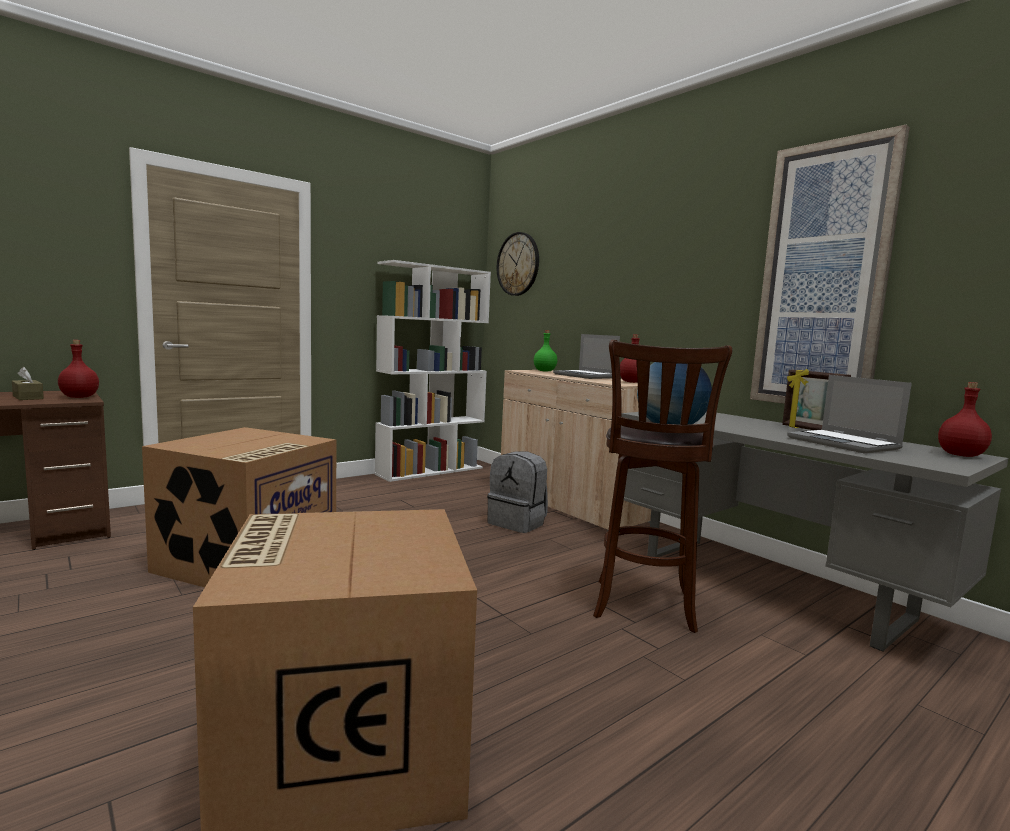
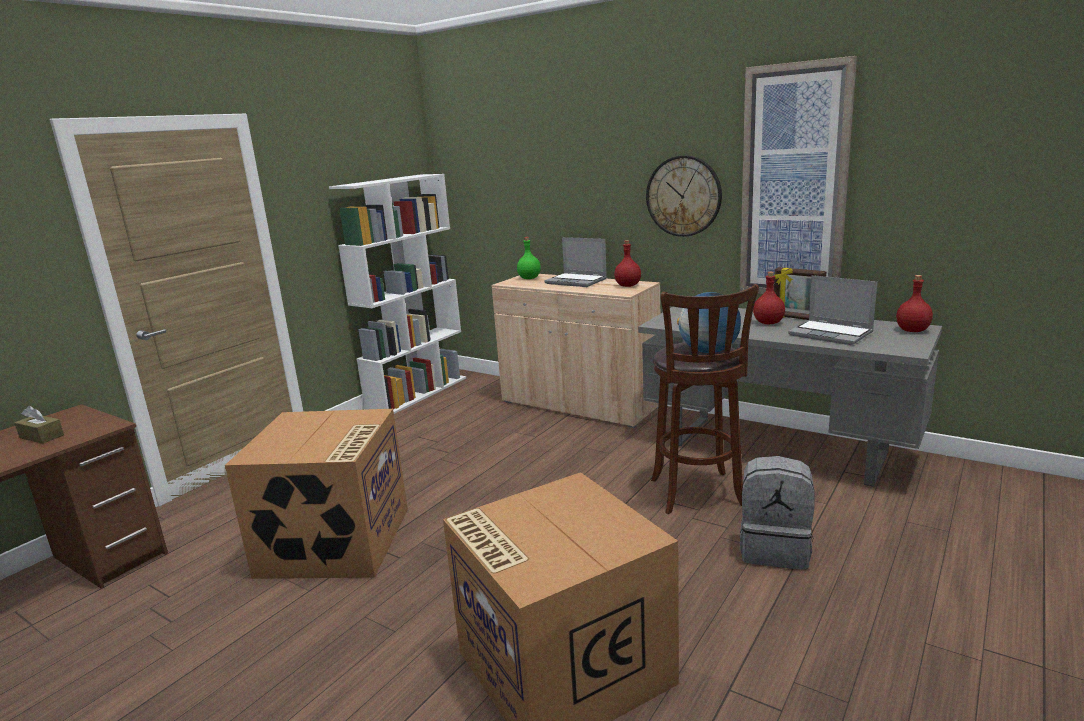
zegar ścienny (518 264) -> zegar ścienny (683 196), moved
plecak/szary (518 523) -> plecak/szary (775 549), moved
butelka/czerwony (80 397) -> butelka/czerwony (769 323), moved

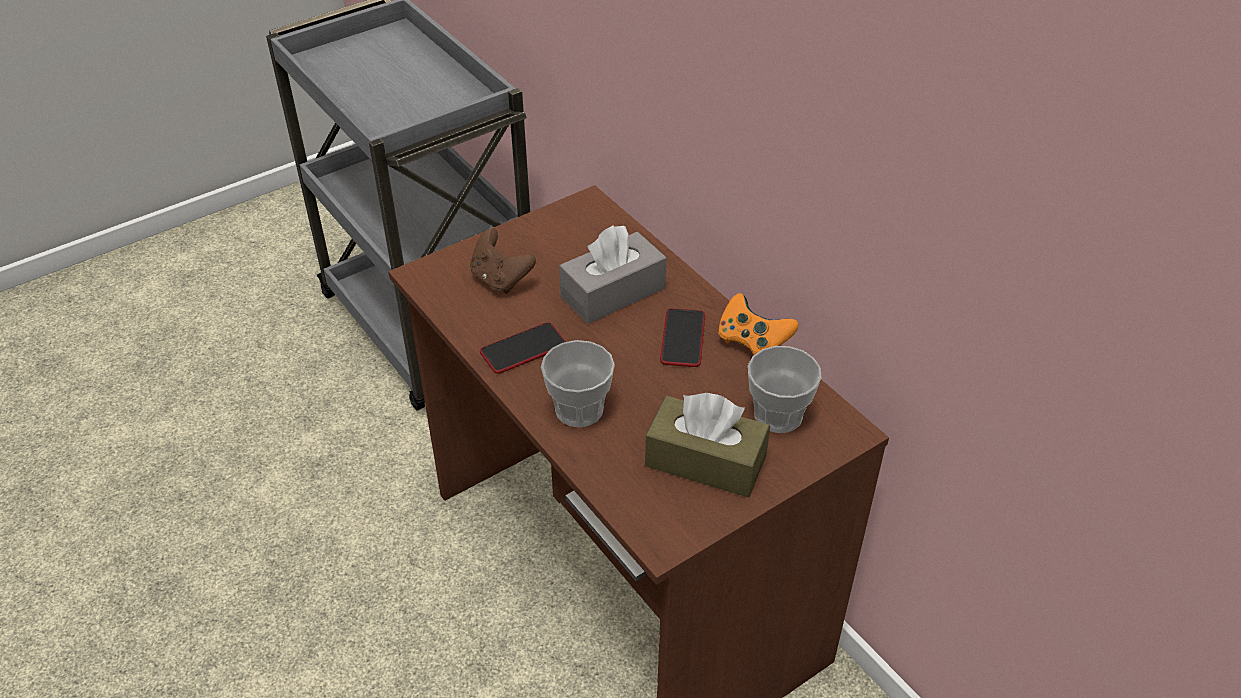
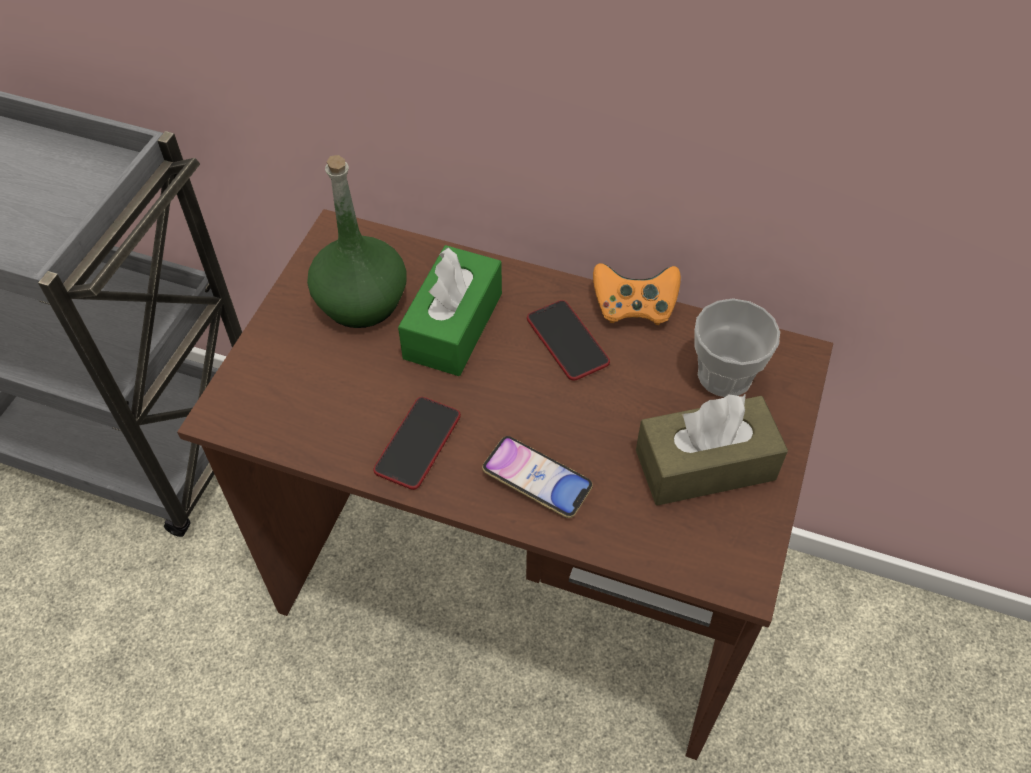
none -> butelka/zielony (362 301)
pudełko chusteczek/szary (613 292) -> pudełko chusteczek/zielony (453 325)
filiżanka (579 409) -> telefon (537 480)
pad do gier/brązowy (500 279) -> none

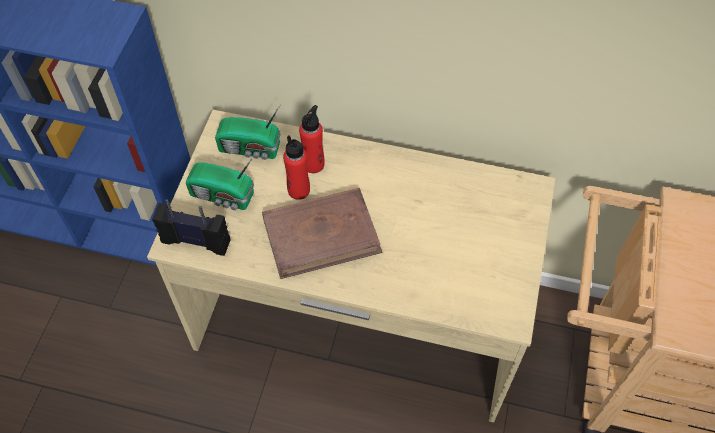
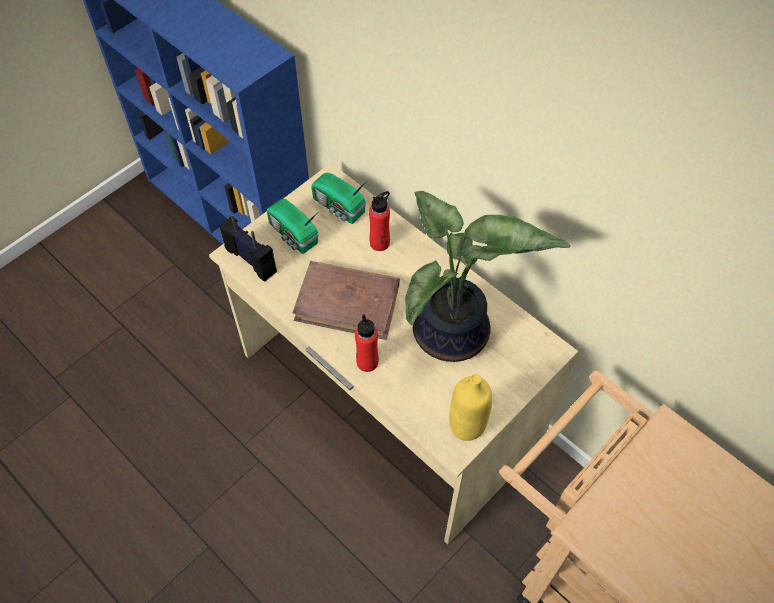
butelka/czerwony (299 190) -> butelka/czerwony (367 362), moved
none -> roślina doniczkowa (453 337)
none -> butelka/żółty (466 425)

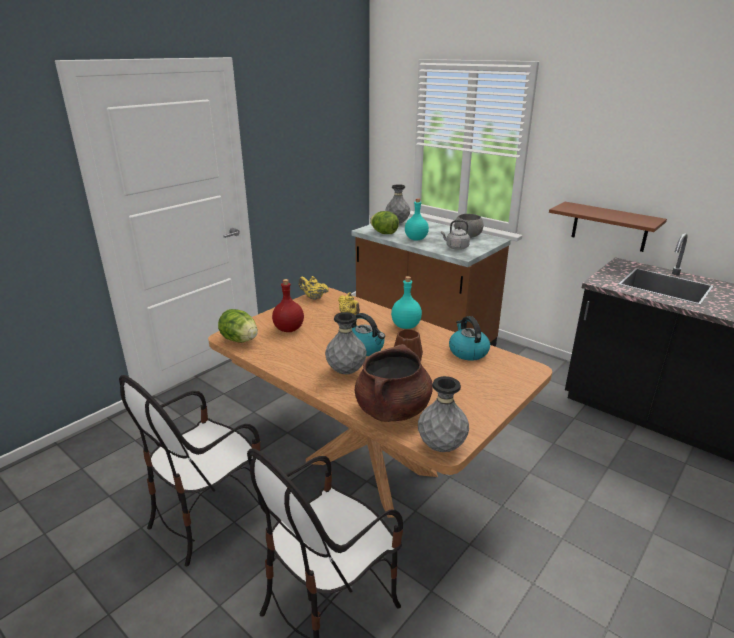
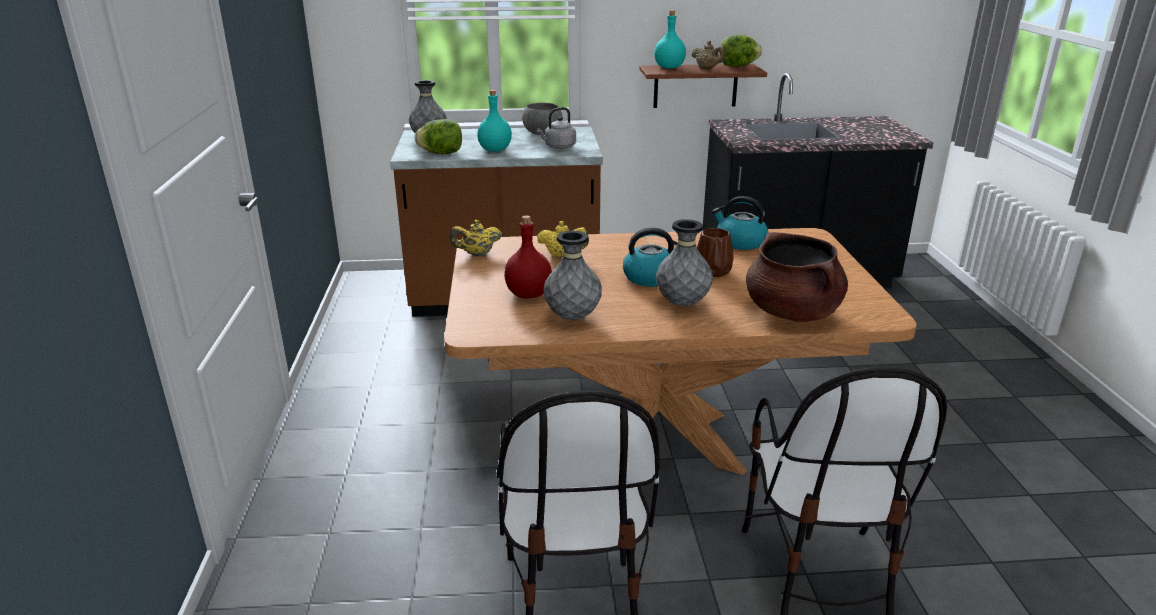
wazon/szary (441 446) -> wazon/szary (572 317), moved
butelka/turkusowy (406 326) -> butelka/turkusowy (669 67), moved
none -> imbryk/beżowy (707 68)
sałata (240 340) -> sałata (737 66), moved

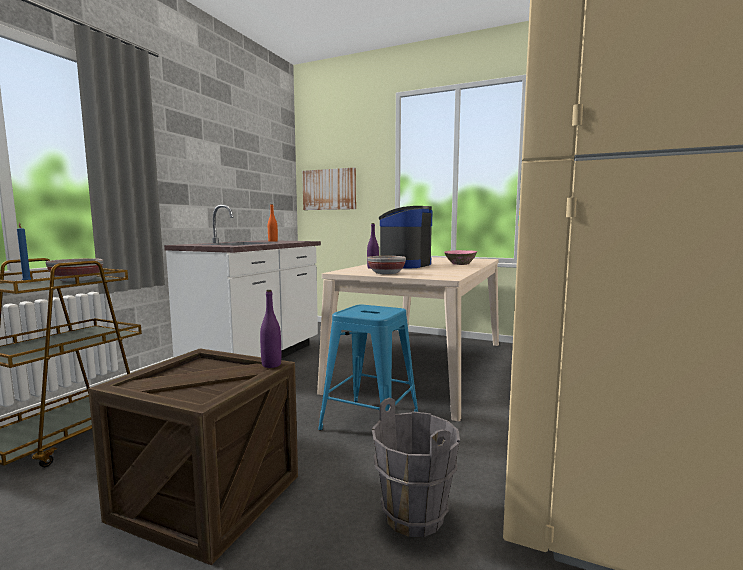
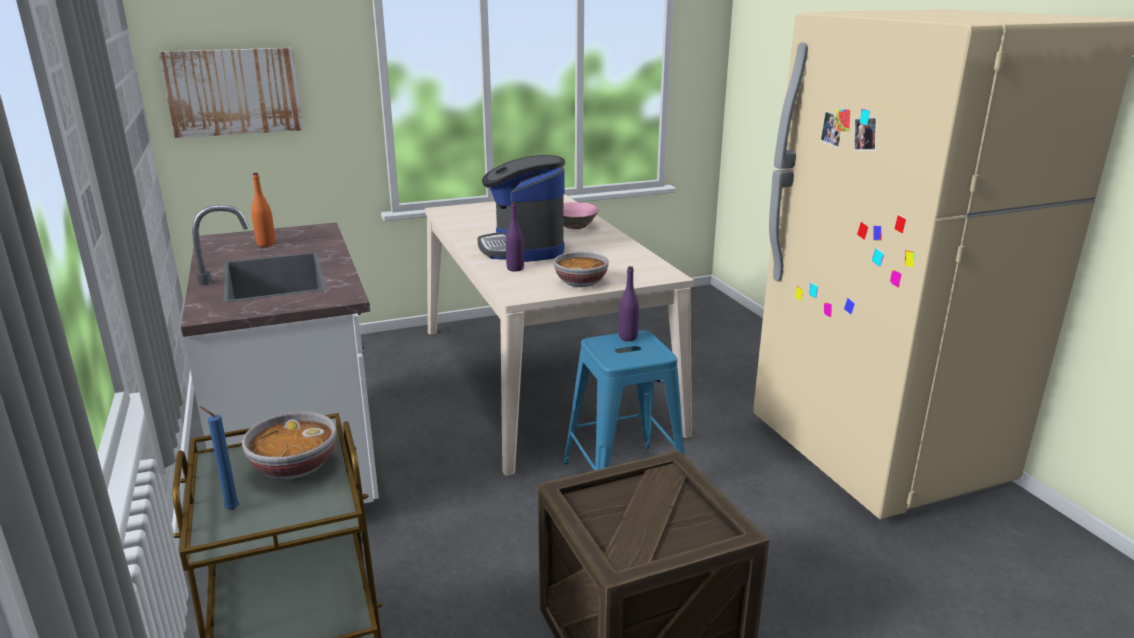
butelka/fioletowy (271 365) -> butelka/fioletowy (628 337), moved
wiadro/szary (414 515) -> none

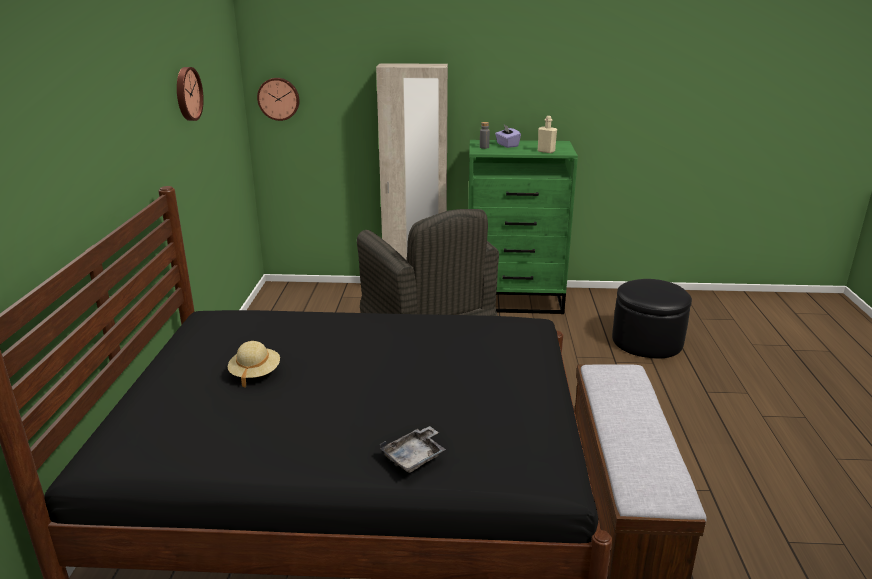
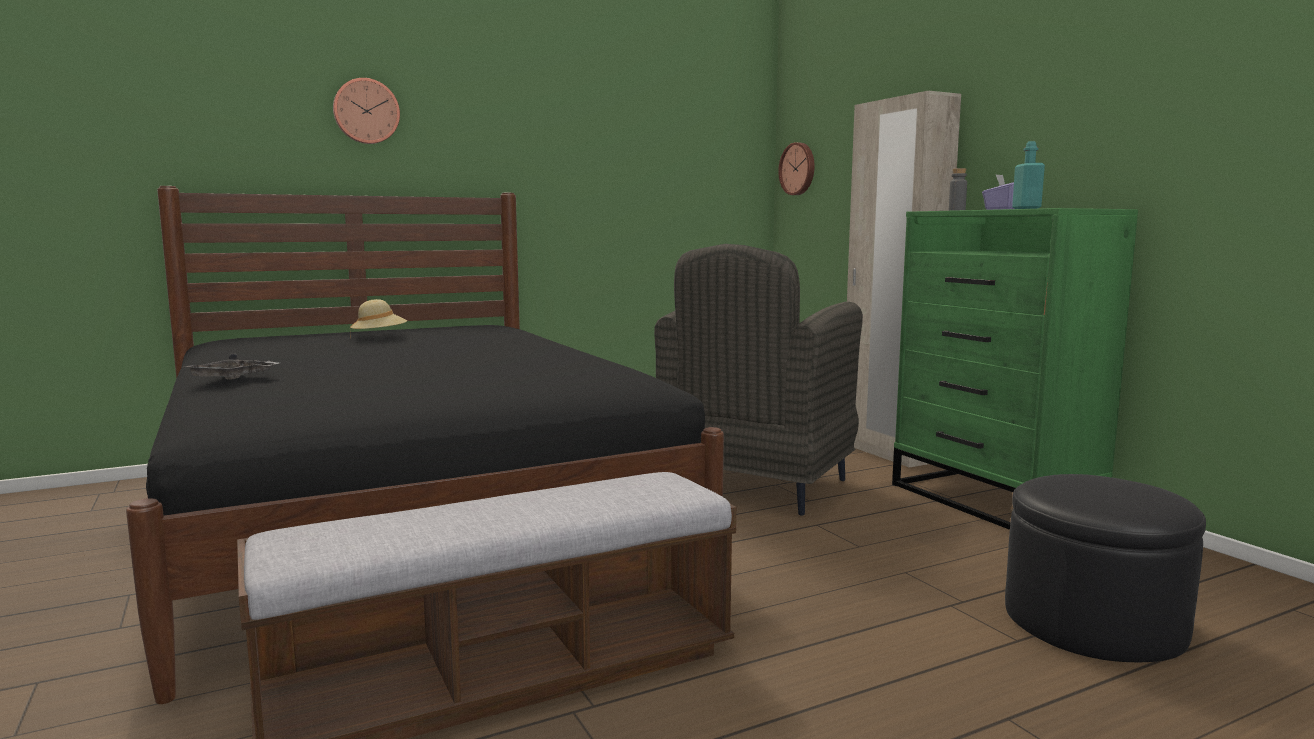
zegar ścienny (187 94) -> zegar ścienny (366 111), moved
butelka/beżowy (546 151) -> butelka/turkusowy (1026 208)

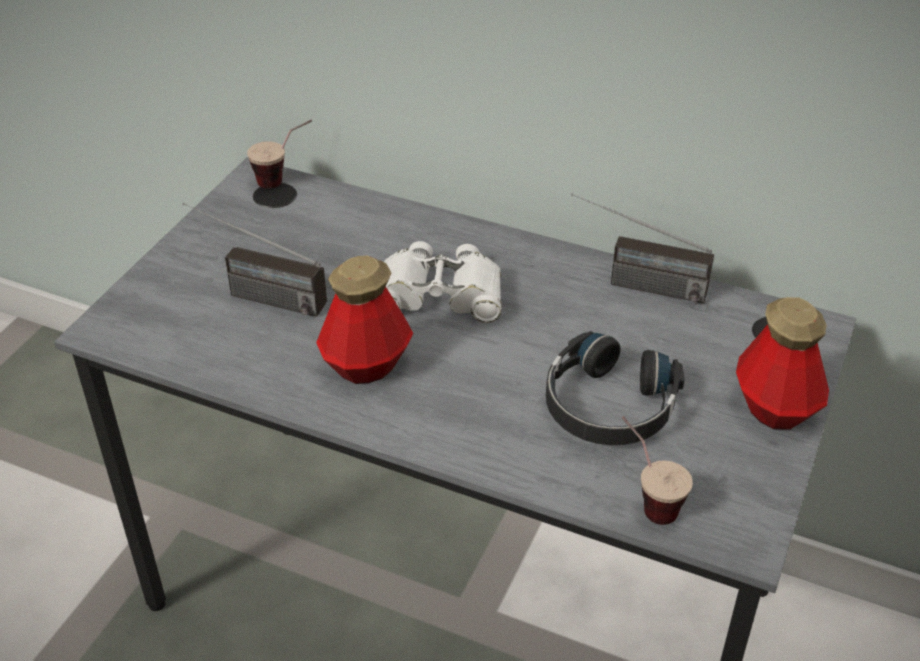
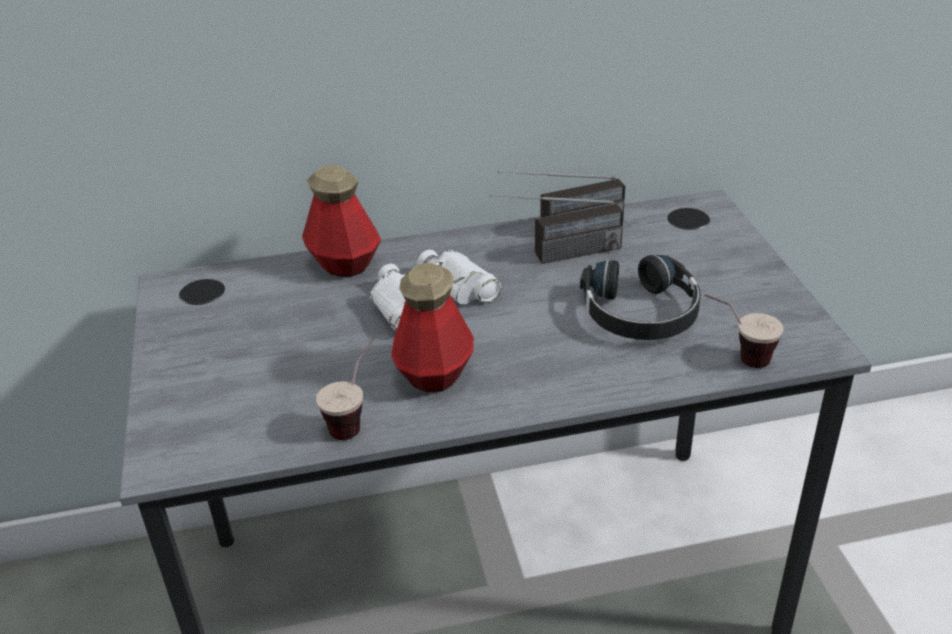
butelka (775 408) -> butelka (345 264), moved
filiżanka (284 179) -> filiżanka (356 419), moved
radio (254 295) -> radio (557 256), moved

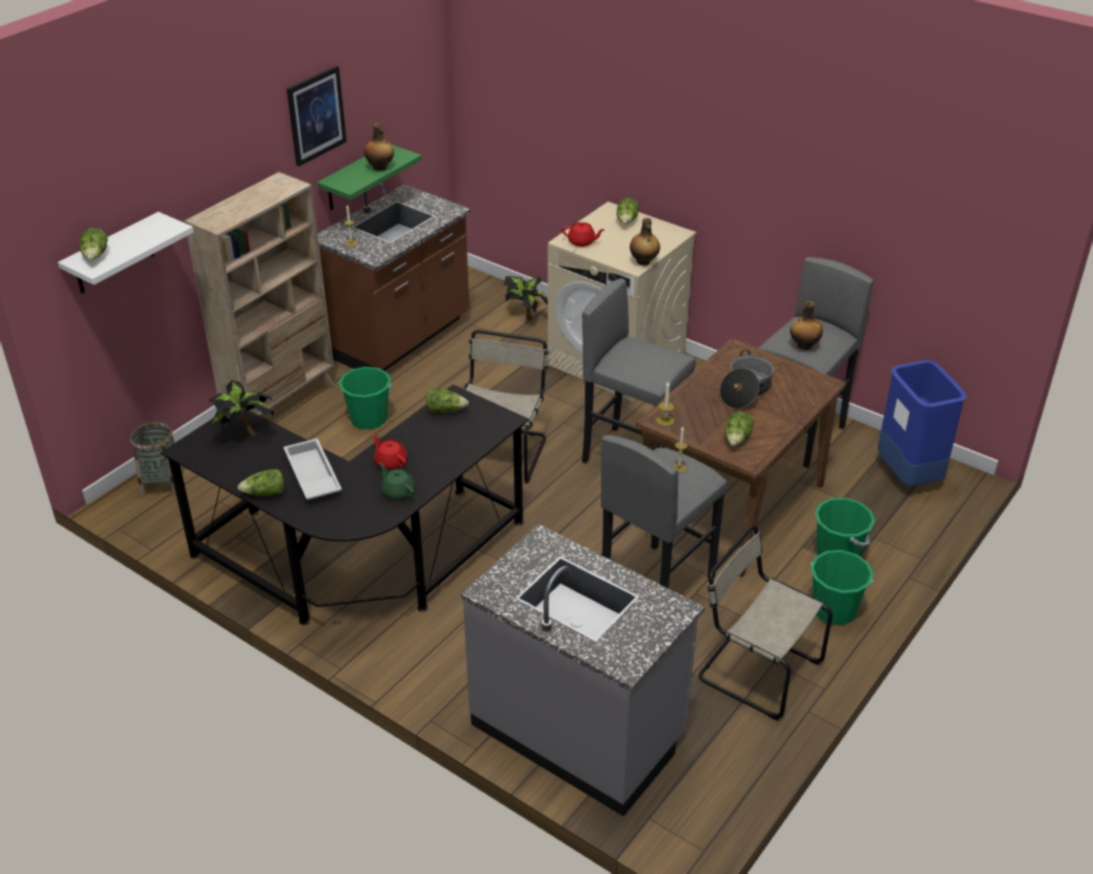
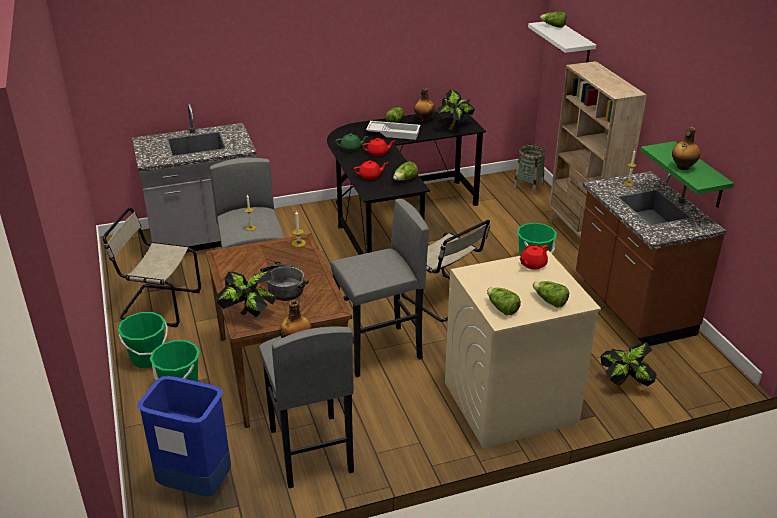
krzesło/beżowy (755 669) -> krzesło/beżowy (158 305), 150 degrees counterclockwise
none -> roślina doniczkowa (249 315)
none -> imbryk/czerwony (370 176)
butelka (643 262) -> butelka (424 119), moved
sałata (737 439) -> sałata (502 308), moved
obraz (316 115) -> none

